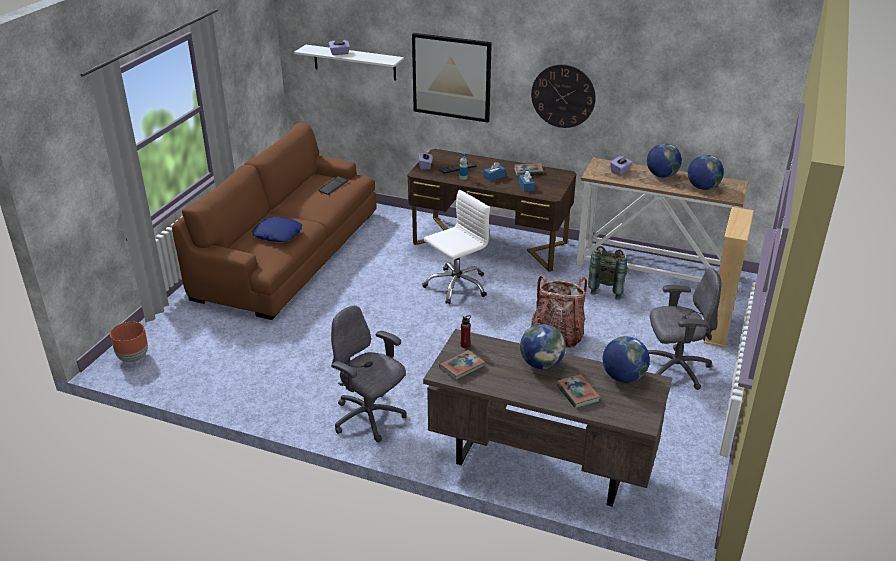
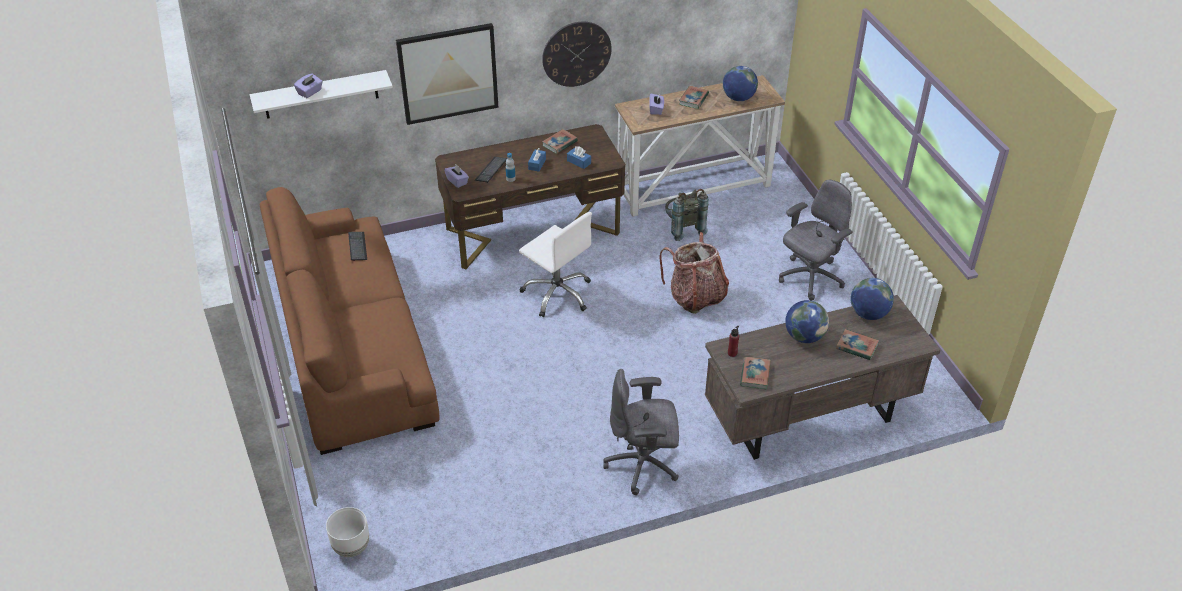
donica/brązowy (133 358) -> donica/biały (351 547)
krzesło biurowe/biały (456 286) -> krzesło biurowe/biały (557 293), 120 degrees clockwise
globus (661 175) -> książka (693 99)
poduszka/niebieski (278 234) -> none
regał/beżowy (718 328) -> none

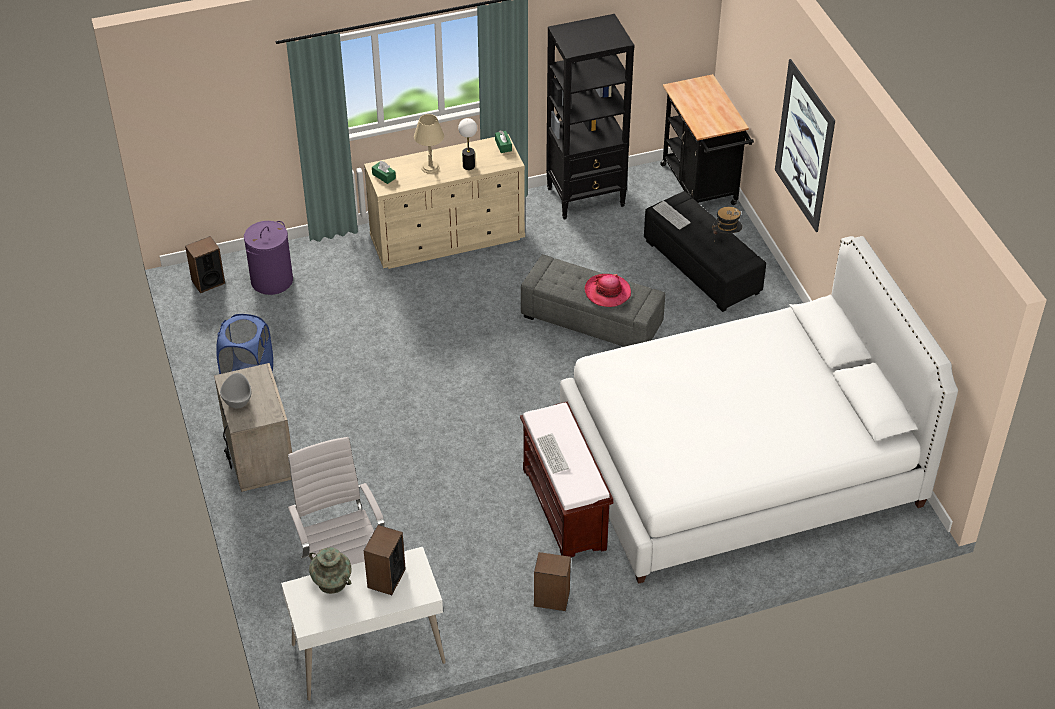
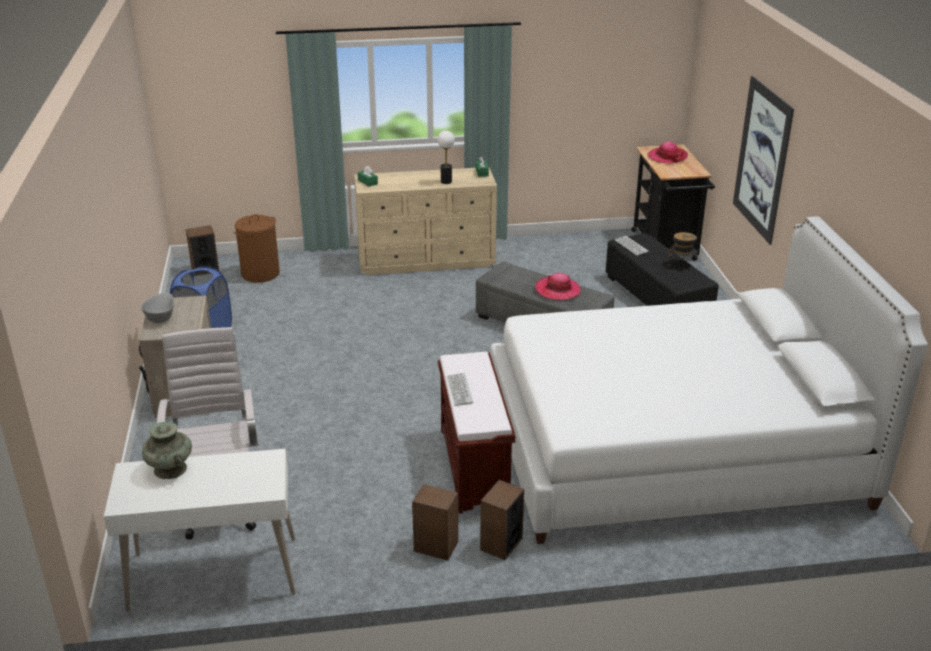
kosz na pranie/fioletowy (272 280) -> kosz na pranie/brązowy (260 273)
głośnik (386 578) -> głośnik (501 544), moved
none -> kapelusz (667 157)
lampa stołowa/beżowy (430 167) -> none
regał/czarny (586 197) -> none

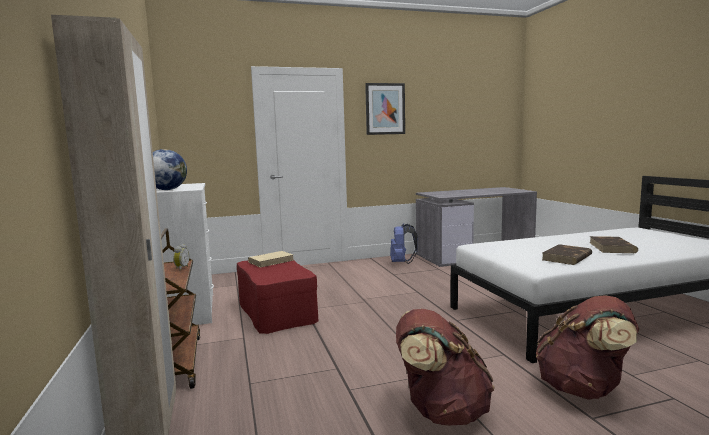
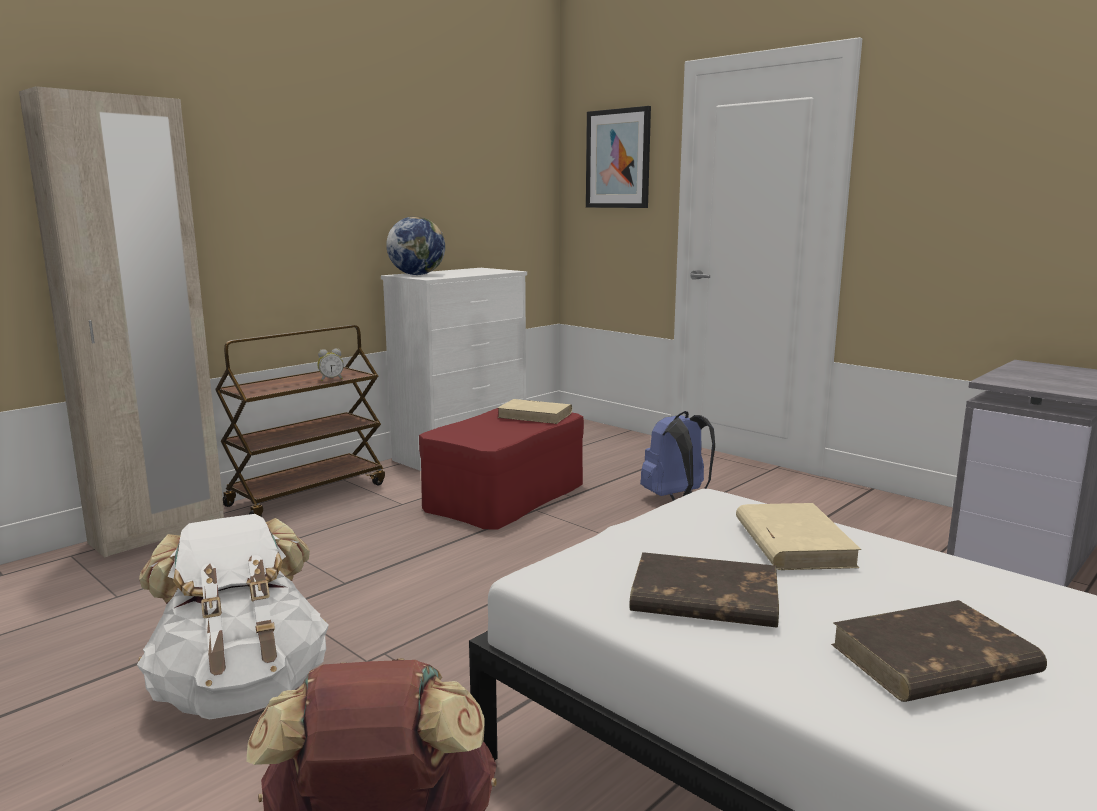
plecak/brązowy (441 411) -> plecak/biały (242 690)
obraz (385 109) -> obraz (618 159), moved
plecak/niebieski (401 262) -> plecak/niebieski (677 499), moved
none -> książka/beżowy (792 542)

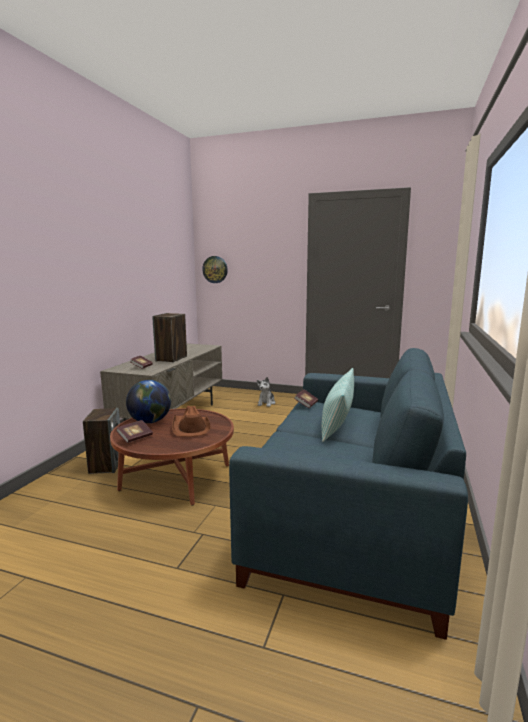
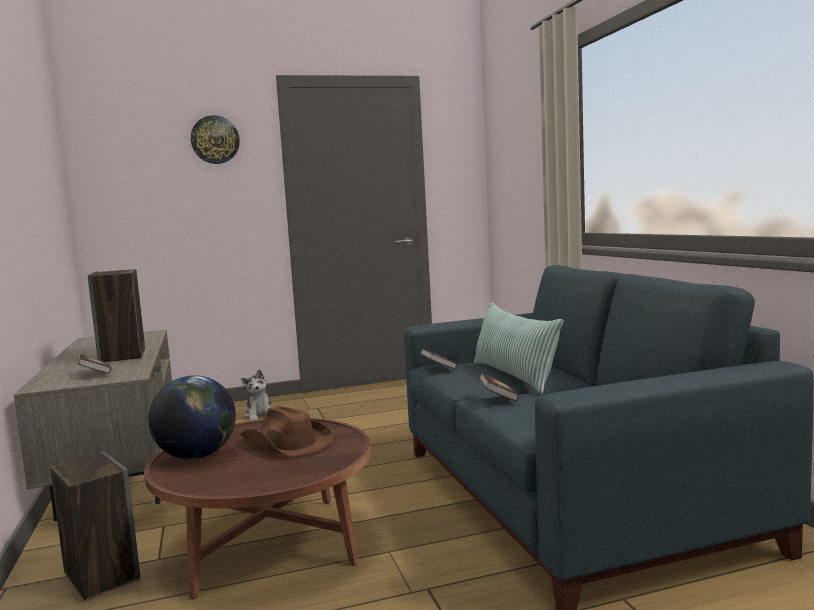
zegar ścienny (215 269) -> zegar ścienny (215 140), moved
książka (135 438) -> książka (498 398), moved

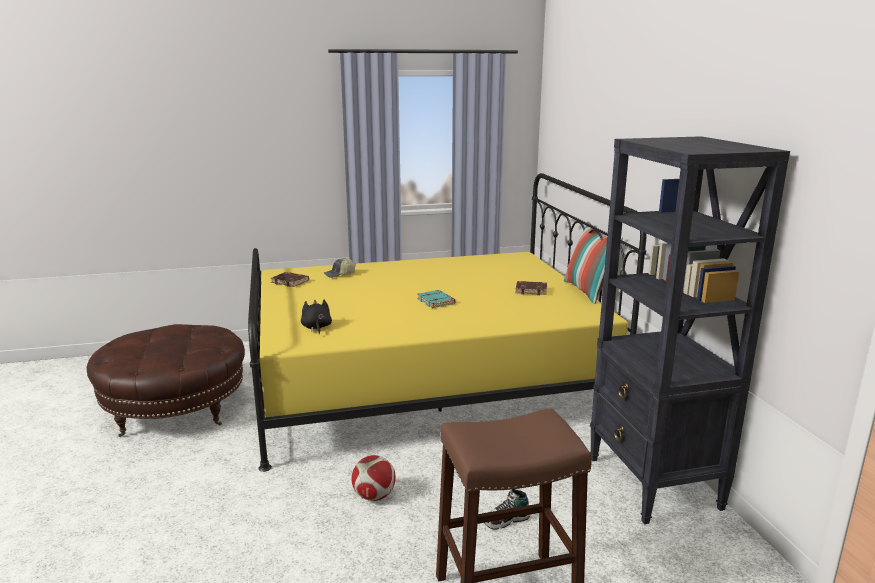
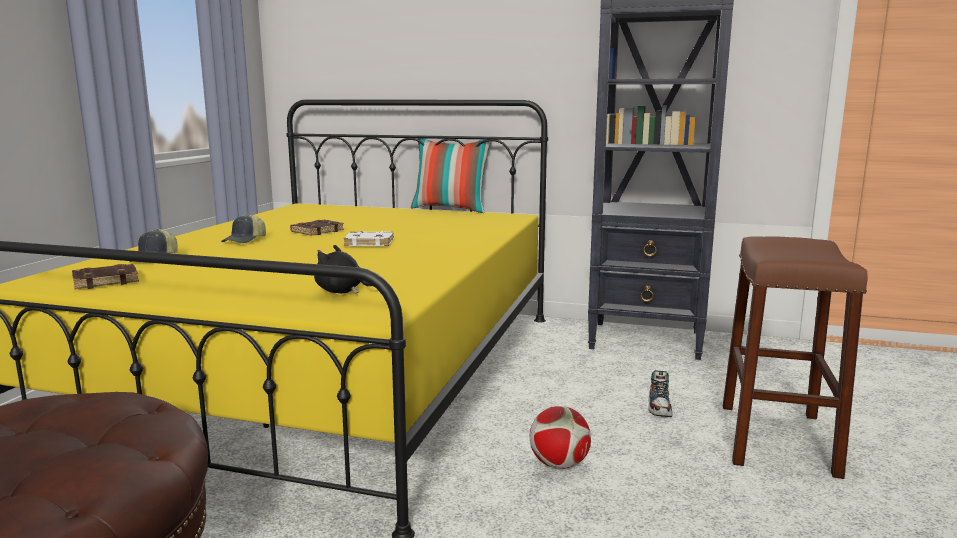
none -> czapka z daszkiem (245 241)
książka/brązowy (531 290) -> książka/brązowy (317 231), moved
książka/turkusowy (436 302) -> książka/biały (370 243)

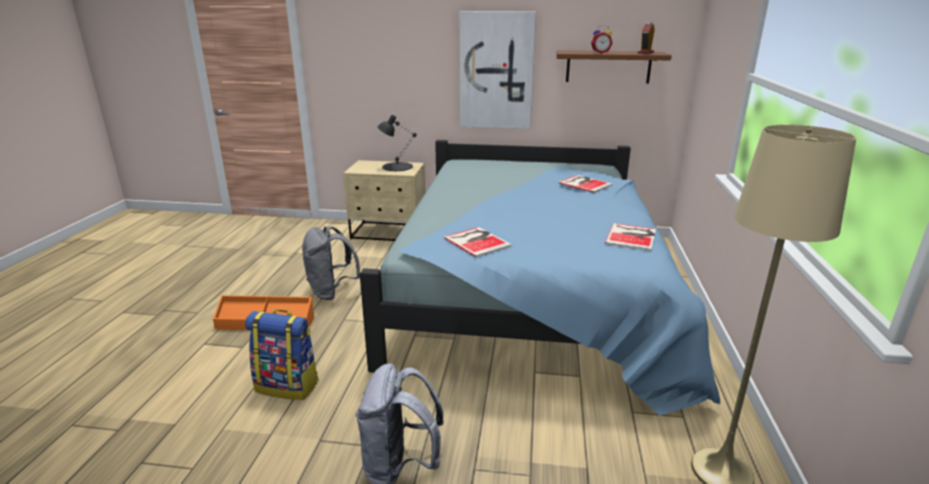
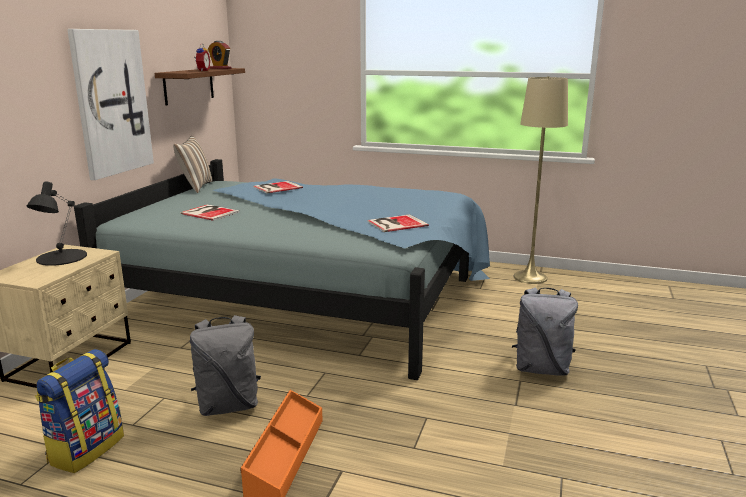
plecak (288 386) -> plecak (86 449), moved
none -> poduszka (195 187)
książka (632 236) -> książka (210 212), moved

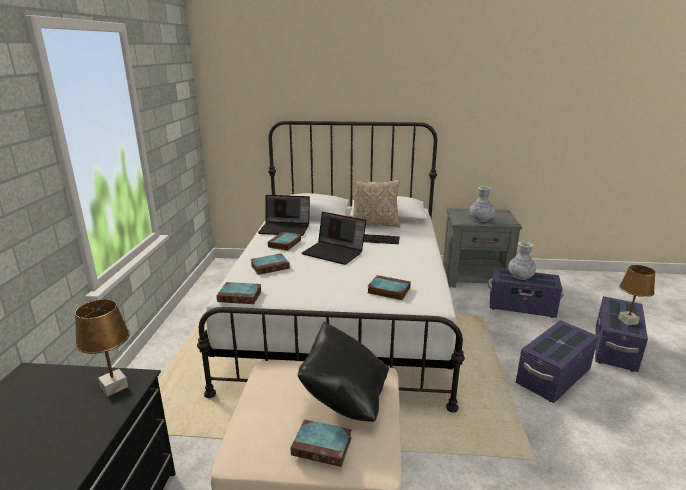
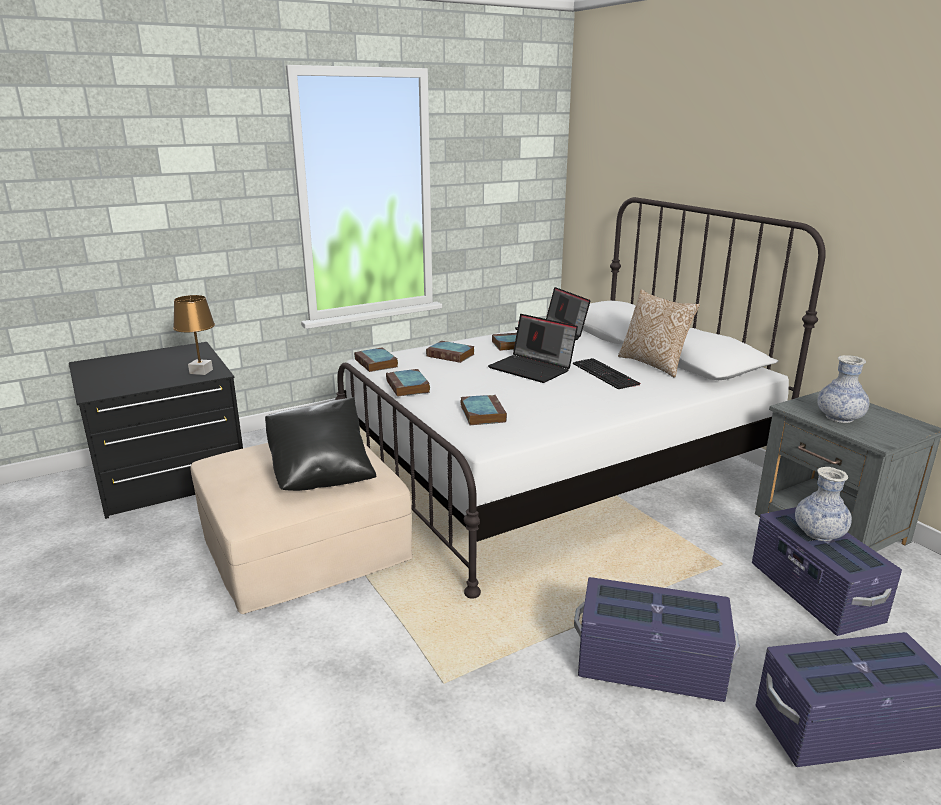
książka (323 446) -> książka (408 387), moved
laptop (335 252) -> laptop (533 368), 45 degrees counterclockwise
lampa stołowa/brązowy (628 321) -> none

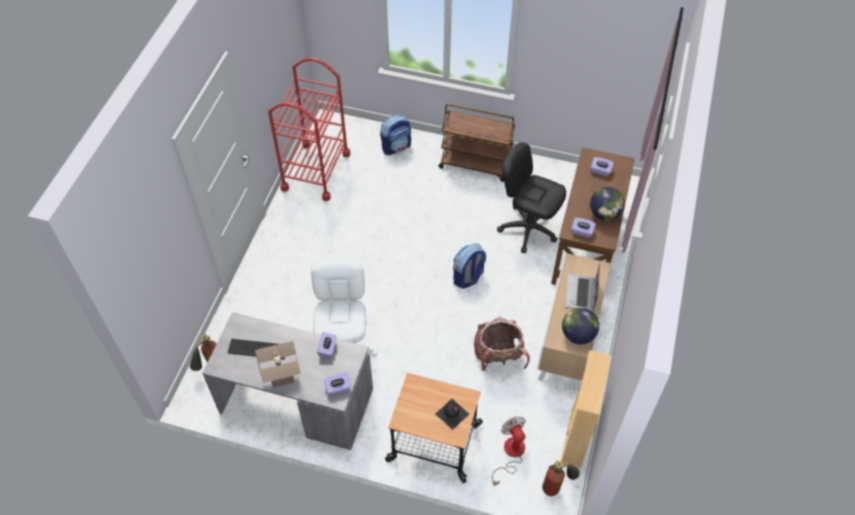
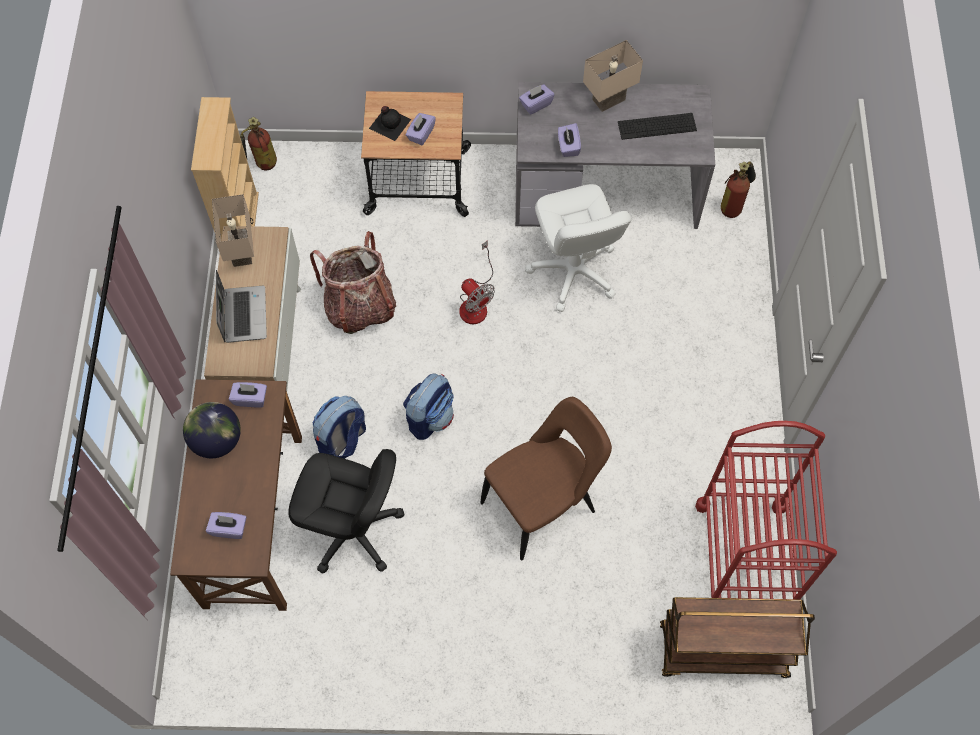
globus (577 335) -> lampa stołowa/beżowy (243 253)
plecak (396 147) -> plecak (342 440), moved
none -> pudełko chusteczek/fioletowy (421 134)
wentylator (511 454) -> wentylator (475 302), moved
none -> krzesło/brązowy (543 504)
wózek/brązowy (476 164) -> wózek/brązowy (722 652), moved

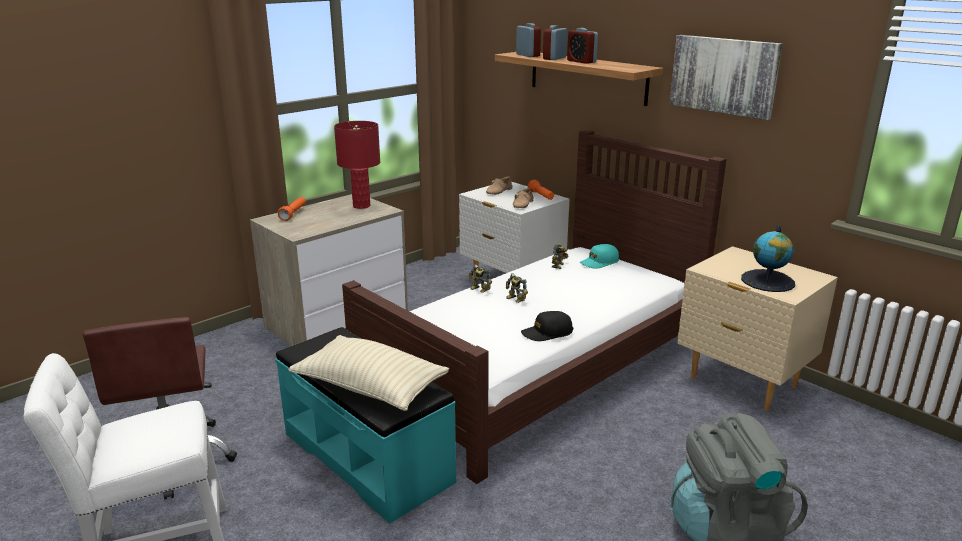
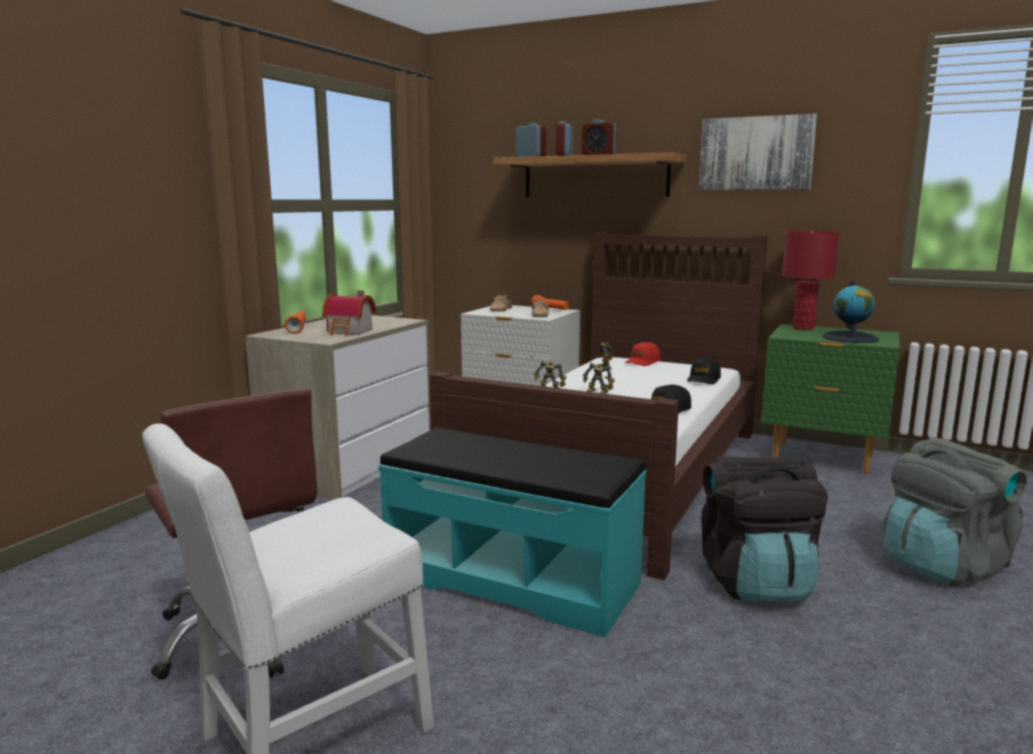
none -> domek (350 332)
czapka z daszkiem/turkusowy (599 262) -> czapka z daszkiem/czerwony (642 362)
none -> czapka z daszkiem/czarny (703 379)
none -> plecak/czarny (756 582)
szafka nocna/beżowy (742 383) -> szafka nocna/zielony (822 458)
lampa stołowa/czerwony (361 206) -> lampa stołowa/czerwony (803 328), moved
poduszka/beżowy (370 388) -> none

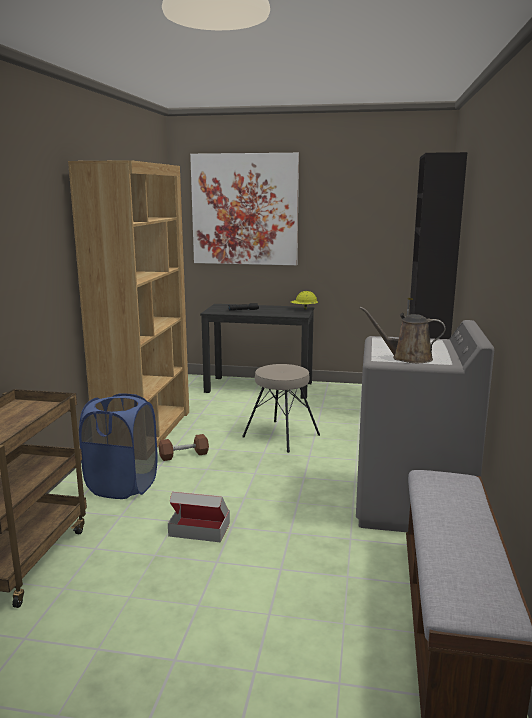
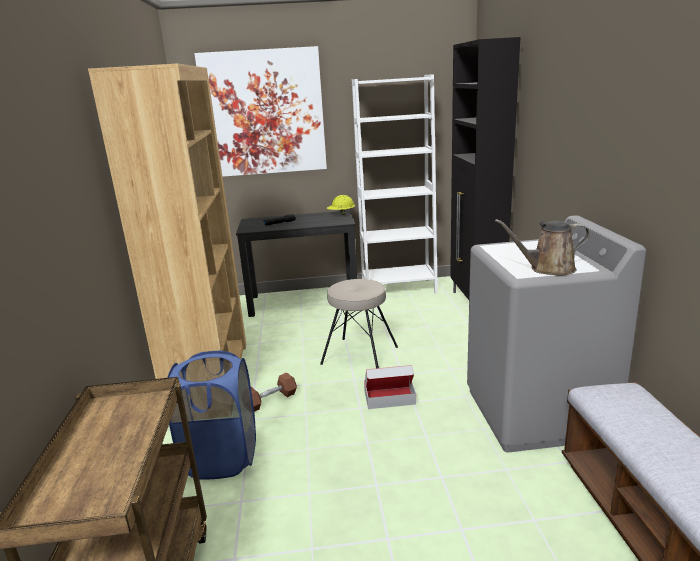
none -> regał/biały (398 289)
karton (199 529) -> karton (389 397), moved

